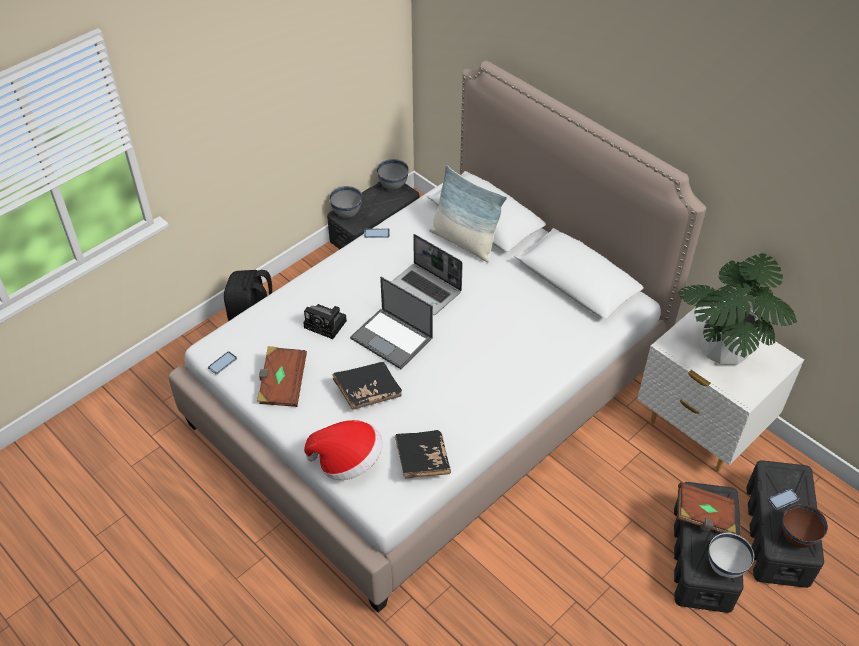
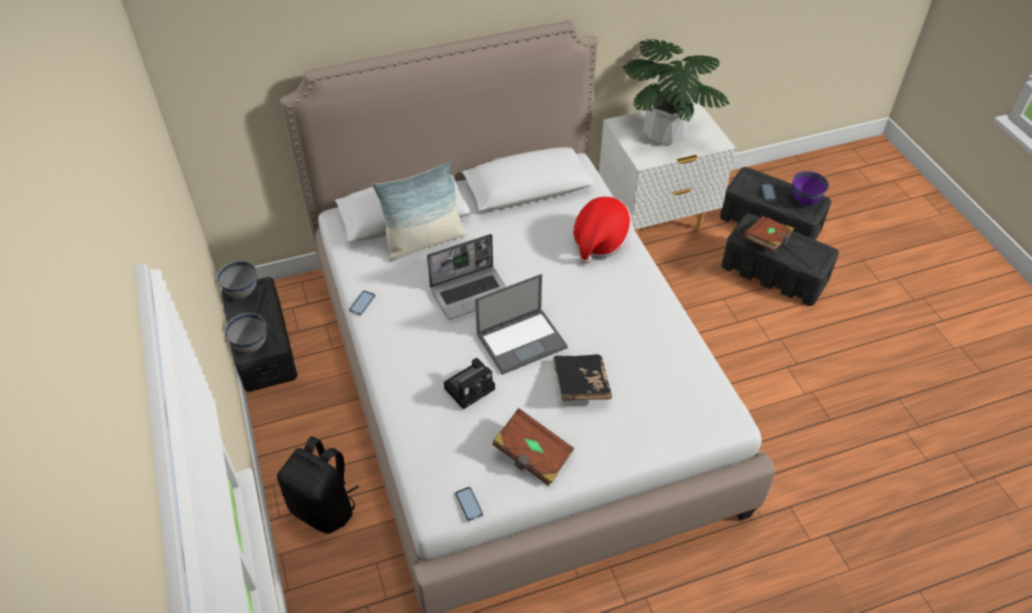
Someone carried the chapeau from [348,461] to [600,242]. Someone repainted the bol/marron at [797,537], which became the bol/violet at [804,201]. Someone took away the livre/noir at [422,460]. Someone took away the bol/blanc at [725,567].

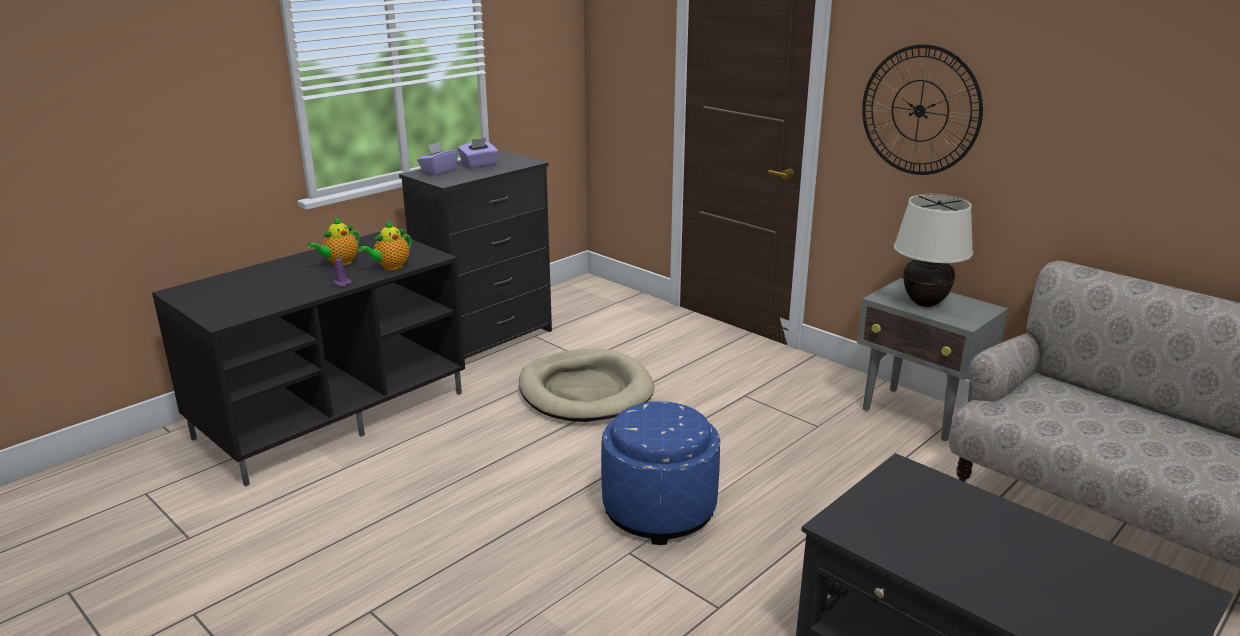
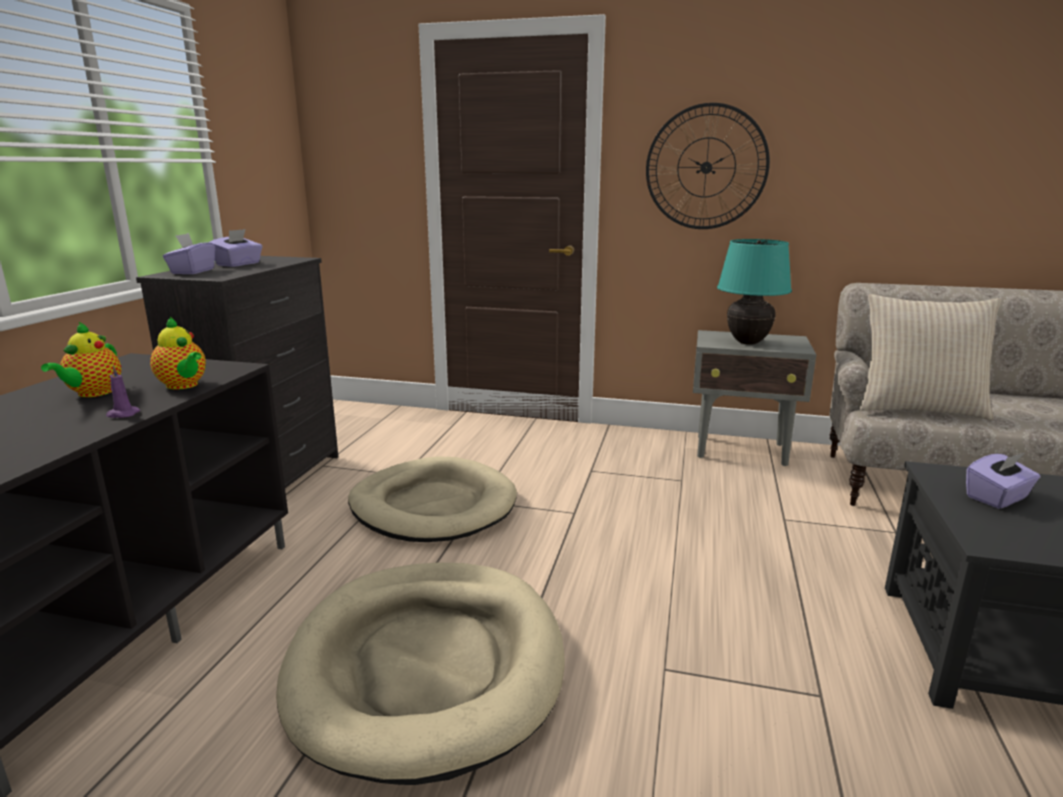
Someone rotated the théière at [390,267] by 60 degrees counterclockwise. Someone put down the panier pour chien/beige at [427,667]. Someone repainted the lampe de table/beige at [924,303], which became the lampe de table/turquoise at [748,342]. Someone put down the coussin/beige at [918,409]. Someone put down the boîte à mouchoirs/violet at [997,498]. Someone took away the pouf/bleu at [659,510].

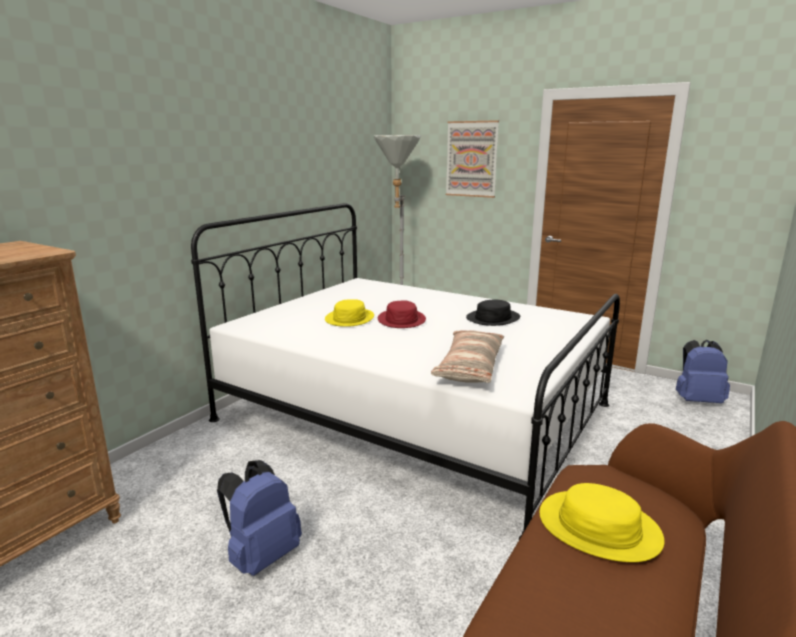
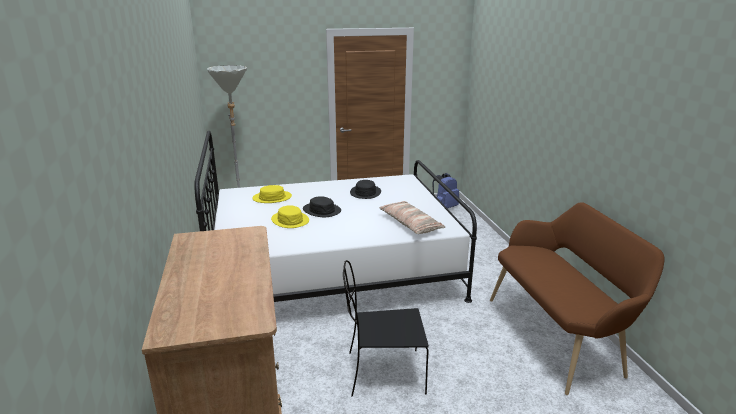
Someone carried the chapeau/jaune from [598,527] to [272,198]. Someone repainted the chapeau/rouge at [401,320], which became the chapeau/noir at [322,210]. Someone swapped the sac à dos/bleu at [261,556] for the chaise/noir at [383,373]. Someone took away the tableau at [471,159].

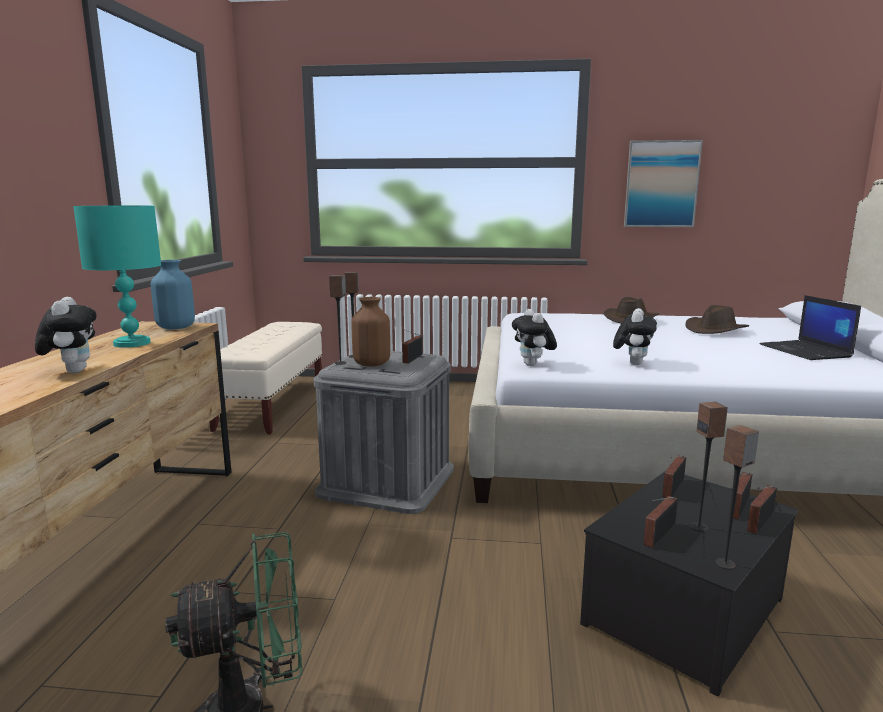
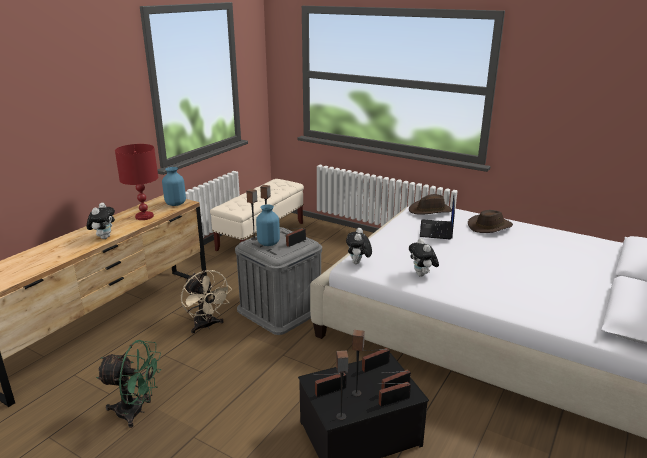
Someone repainted the lampe de table/turquoise at [133,343], which became the lampe de table/rouge at [145,216]. Someone put down the ventilateur/beige at [206,326]. Someone repainted the vase/marron at [371,364], which became the vase/bleu at [268,243]. Someone carried the chapeau/marron from [715,330] to [430,210]. Someone rotated the peluche at [632,363] by 120 degrees clockwise. Someone carried the ordinateur portable from [806,351] to [437,230]. Someone took away the tableau at [661,184].

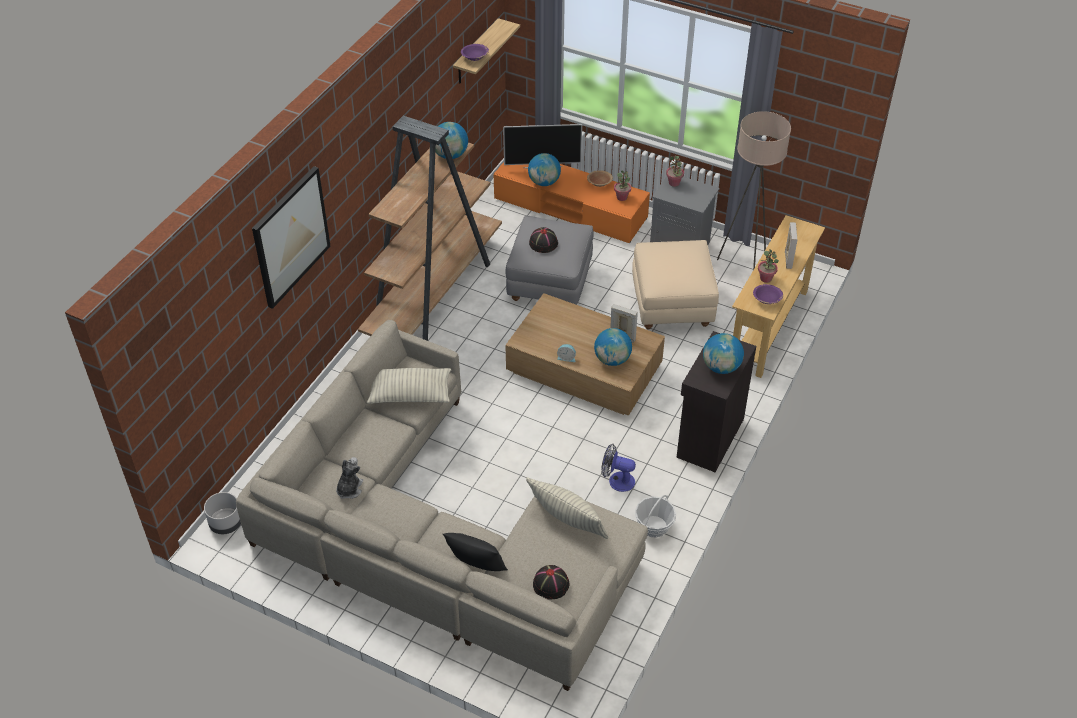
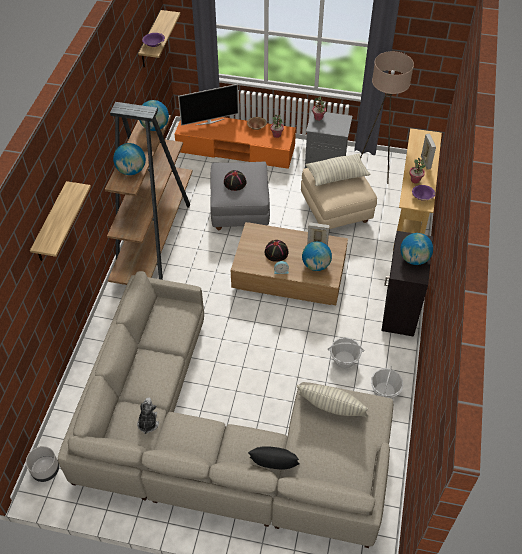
Someone swapped the tableau at [290,236] for the étagère at [51,224]. Someone carried the globe from [544,182] to [131,170]. Someone carried the chapeau/noir from [551,584] to [276,252]. Someone carried the coussin from [410,394] to [337,176]. Someone swapped the ventilateur at [617,480] for the panier at [344,359].

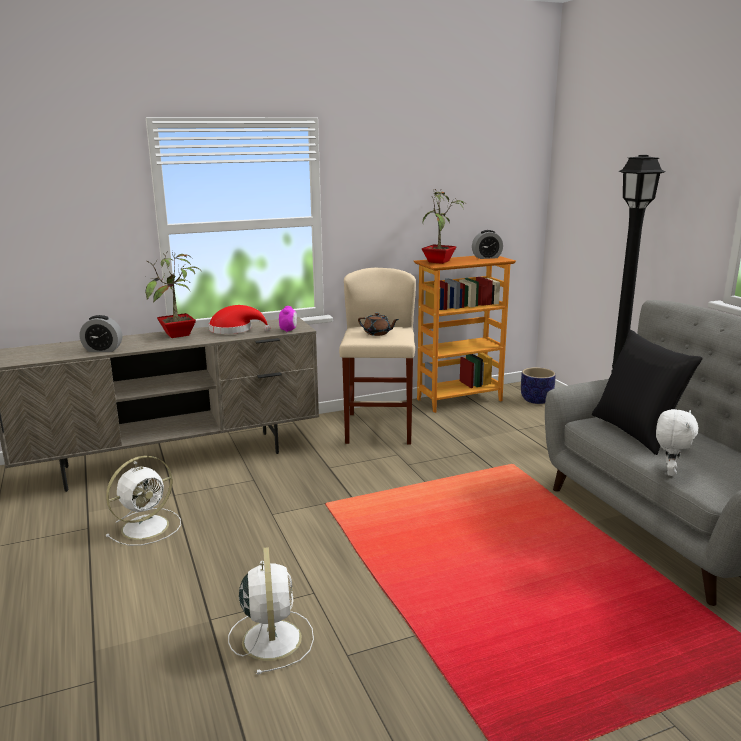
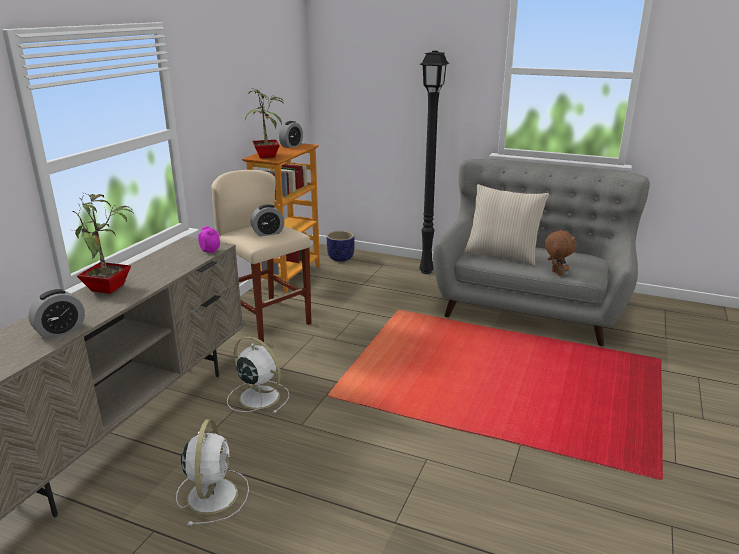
Someone carried the ventilateur/blanc from [271,638] to [258,396]. Someone swapped the théière/marron at [377,333] for the réveil at [268,233]. Someone repainted the coussin/noir at [636,432], which became the coussin/beige at [502,255]. Someone repainted the peluche/blanc at [669,471], which became the peluche/marron at [556,273]. Someone took away the chapeau/rouge at [234,330].

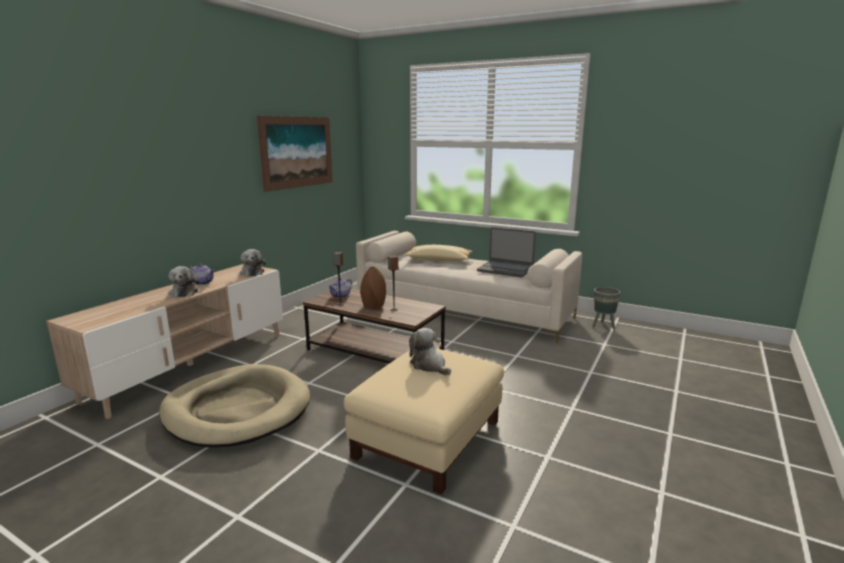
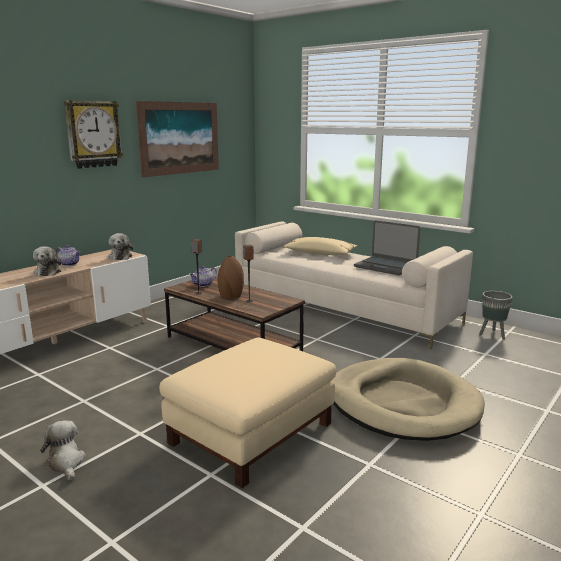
Someone carried the peluche from [429,365] to [66,463]. Someone put up the horloge murale at [93,134]. Someone carried the panier pour chien/beige from [237,410] to [402,404].

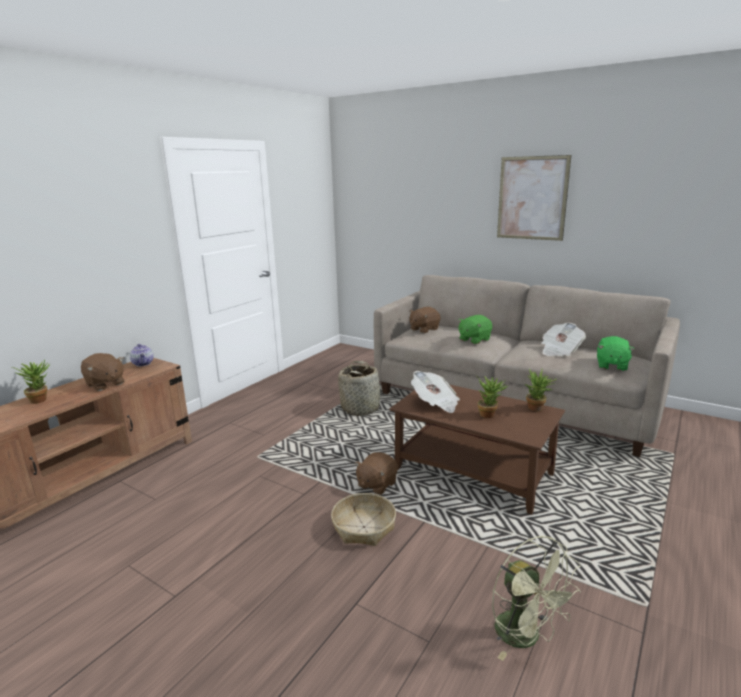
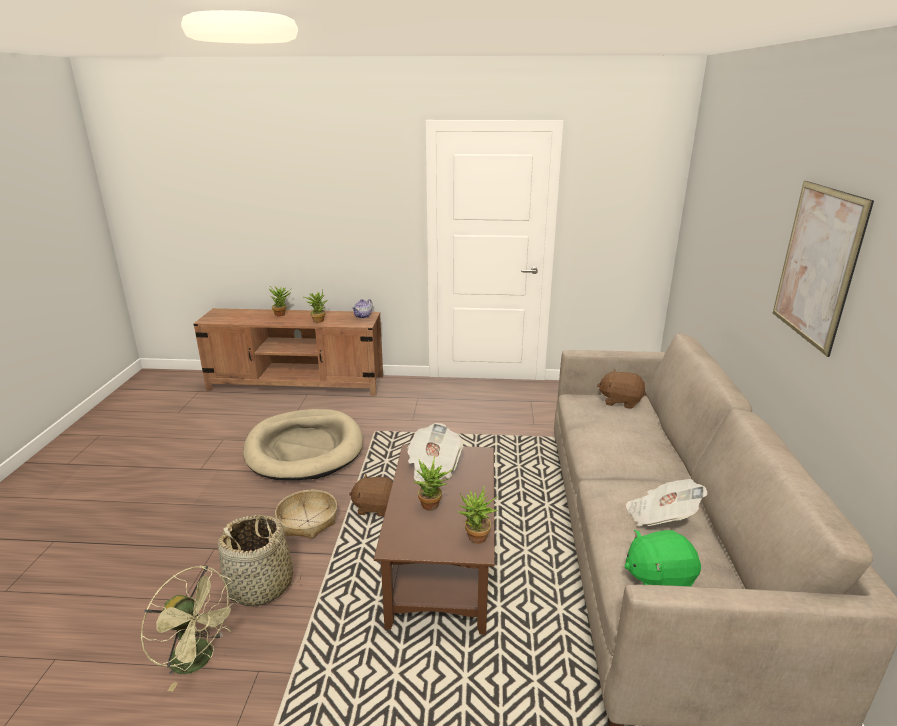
Someone rotated the ventilateur/vert at [526,637] by 90 degrees counterclockwise. Someone carried the panier from [360,408] to [261,586]. Someone put down the panier pour chien/beige at [304,448]. Someone swapped the peluche/marron at [105,384] for the plante en pot at [317,320]. Someone took away the peluche/vert at [474,340].

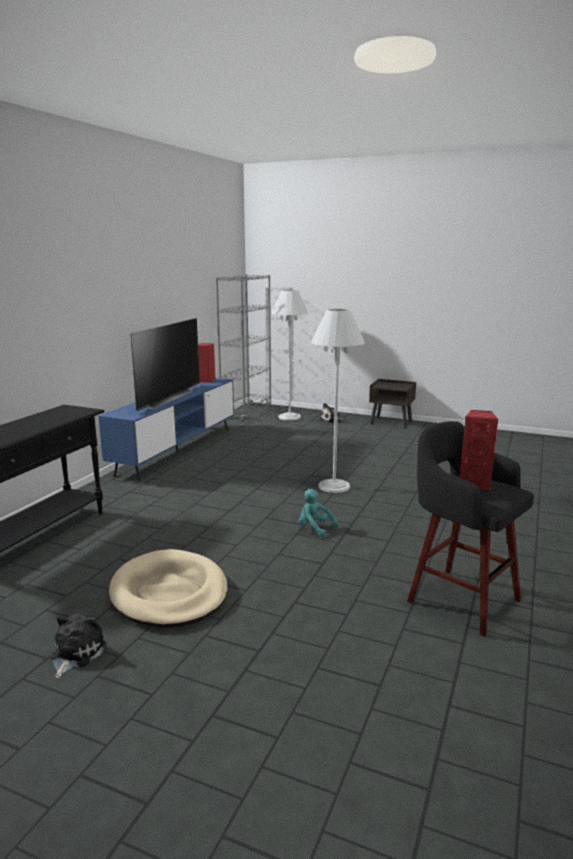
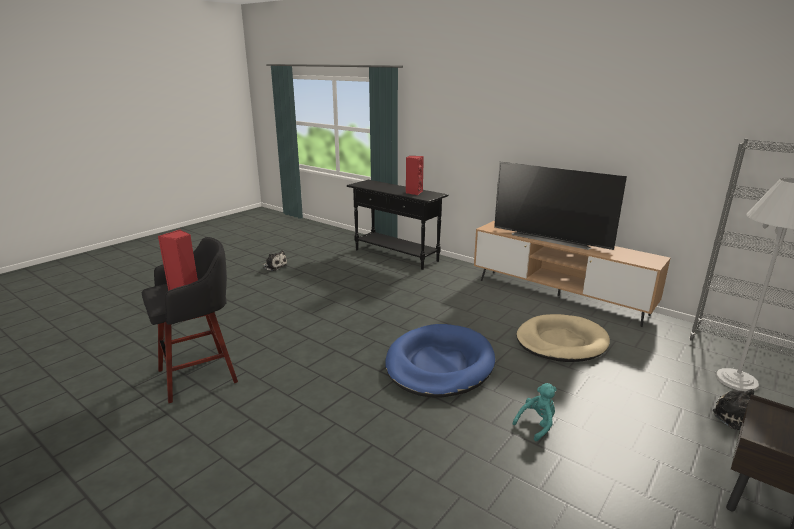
Someone swapped the lampadaire/blanc at [334,486] for the panier pour chien/bleu at [439,364]. Someone carried the enceinte/rouge from [206,381] to [414,192]. Someone repainted the meuble télé/bleu at [177,451], which became the meuble télé/marron at [558,296]. Someone carried the peluche/turquoise from [314,528] to [537,424]. Someone carried the panier pour chien/beige from [169,593] to [561,342].

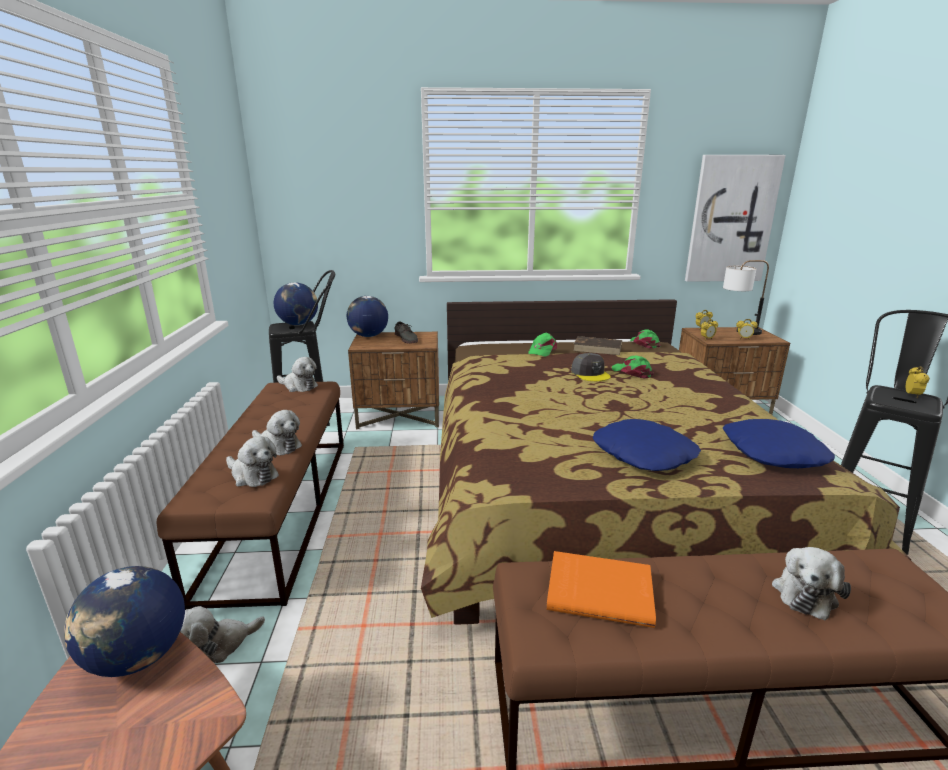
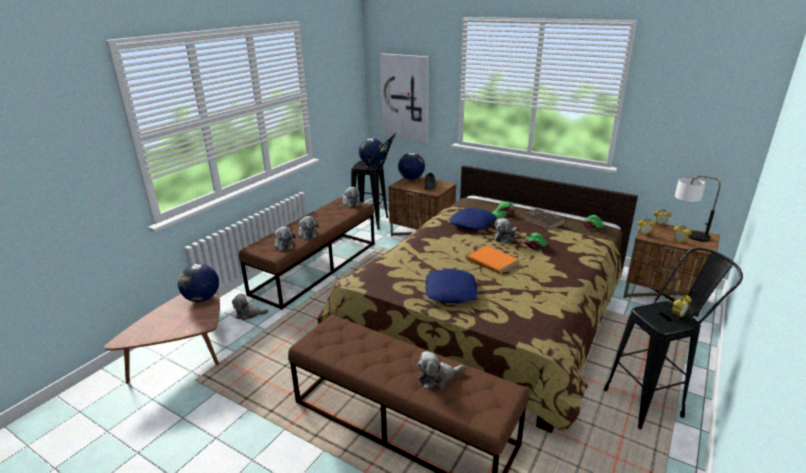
Someone carried the tableau from [731,220] to [405,97]. Someone carried the coussin/bleu from [772,452] to [471,223]. Someone carried the livre/orange from [599,590] to [493,261]. Someone swapped the casquette/gris at [590,373] for the peluche at [505,237].

